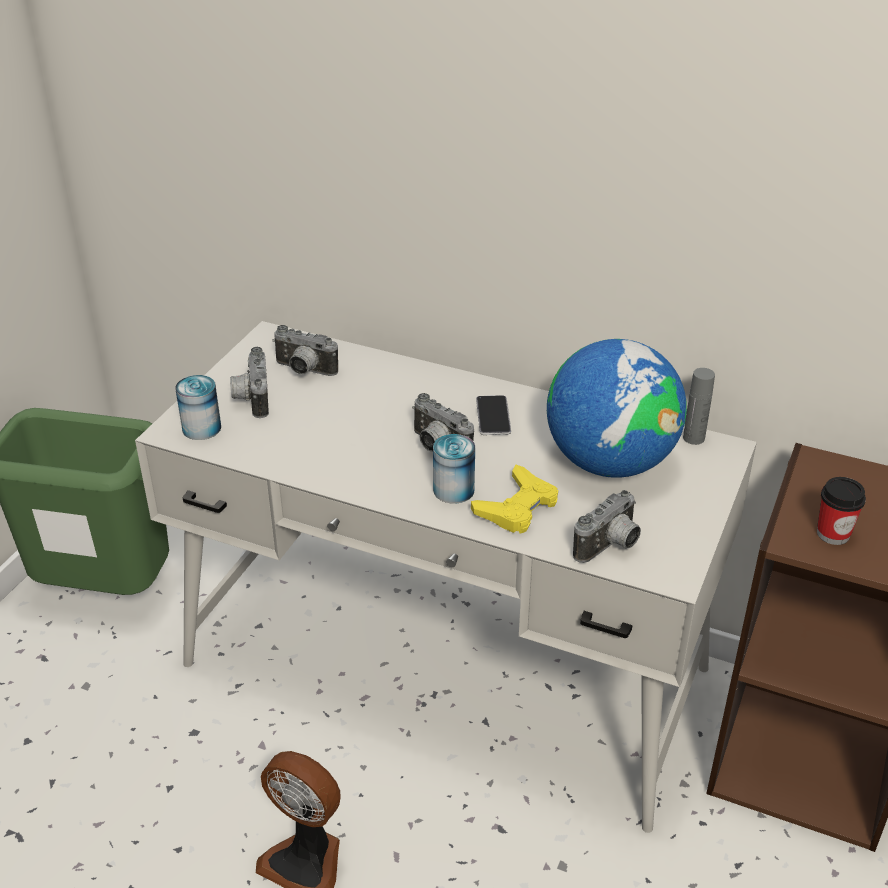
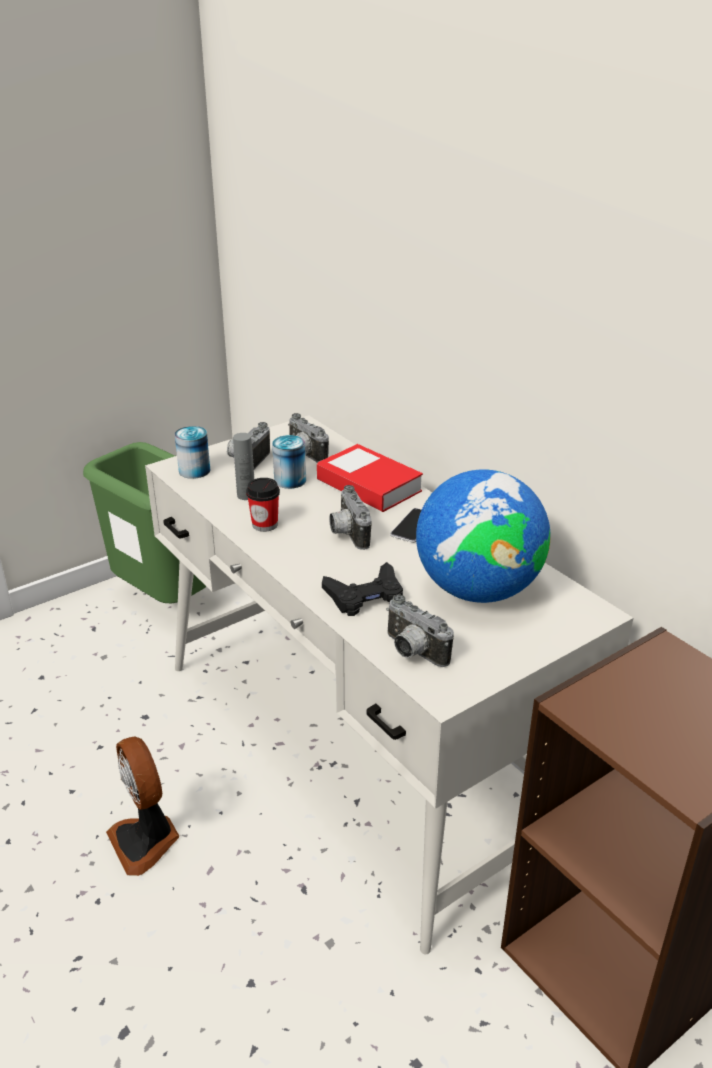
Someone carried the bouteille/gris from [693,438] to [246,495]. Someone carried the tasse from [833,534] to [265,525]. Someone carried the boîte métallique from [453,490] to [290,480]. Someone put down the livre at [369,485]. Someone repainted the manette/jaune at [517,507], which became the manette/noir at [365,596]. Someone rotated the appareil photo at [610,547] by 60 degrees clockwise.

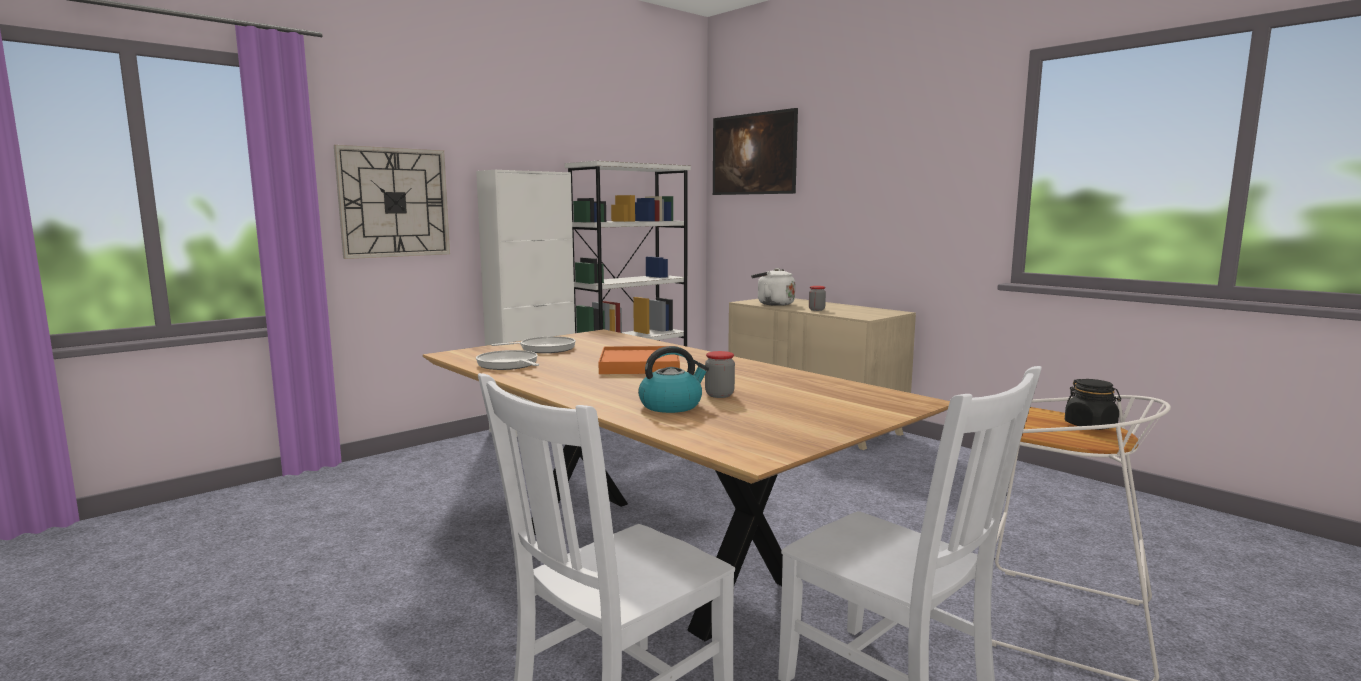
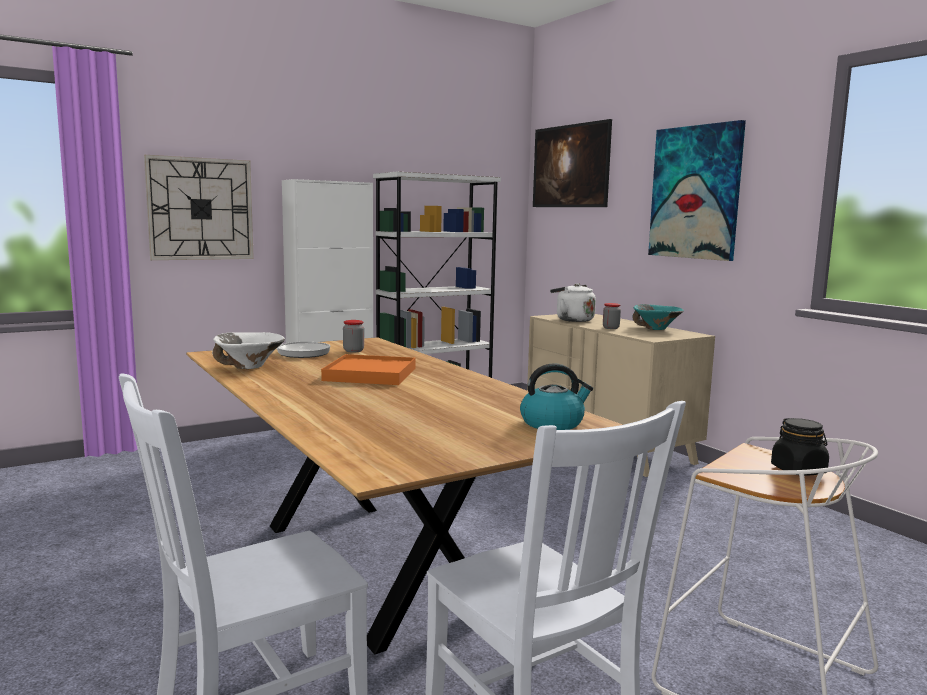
Someone swapped the poêle at [509,365] for the bol/blanc at [250,367]. Someone carried the bocal from [719,395] to [353,351]. Someone carried the bouilloire from [671,405] to [553,423]. Someone put down the bol/turquoise at [656,329]. Someone put up the tableau at [695,192].

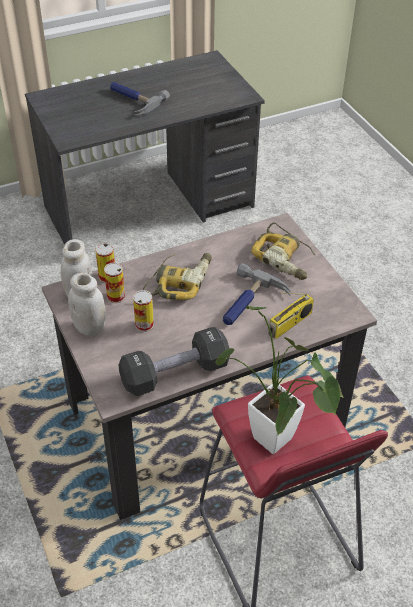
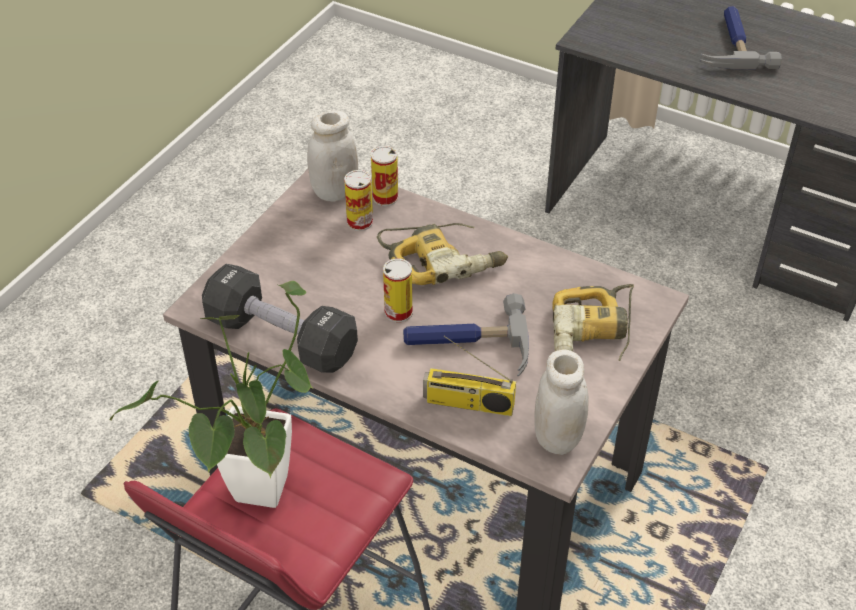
Someone carried the boîte métallique from [144,325] to [398,312]. Someone carried the bocal/blanc from [89,327] to [557,438].

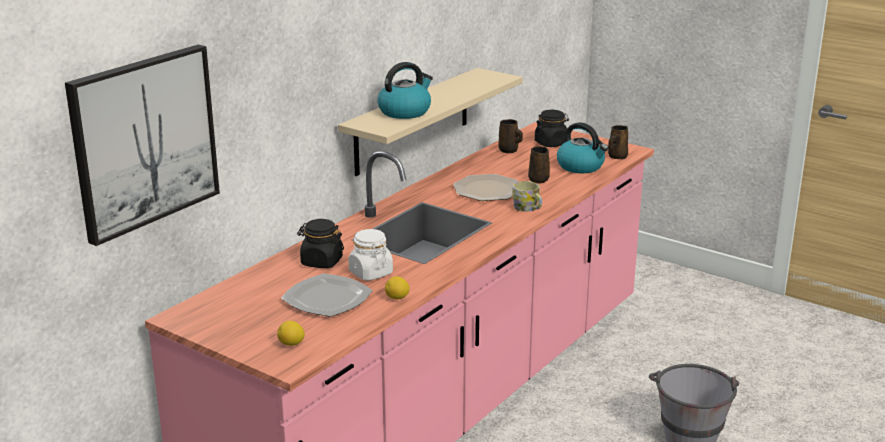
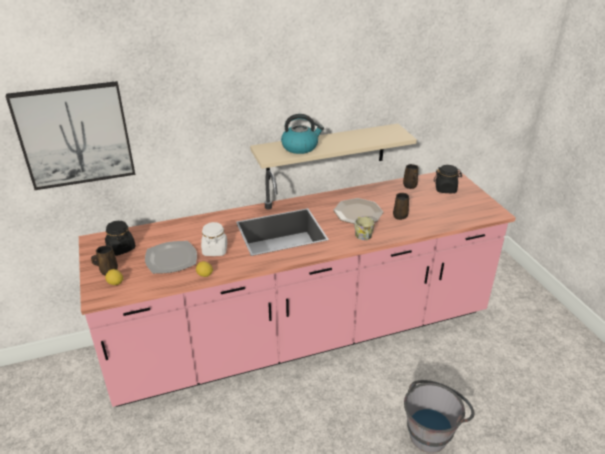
Someone carried the mug/marron from [617,157] to [108,271]. Someone carried the bocal/noir from [321,262] to [121,248]. Someone took away the bouilloire at [581,166].

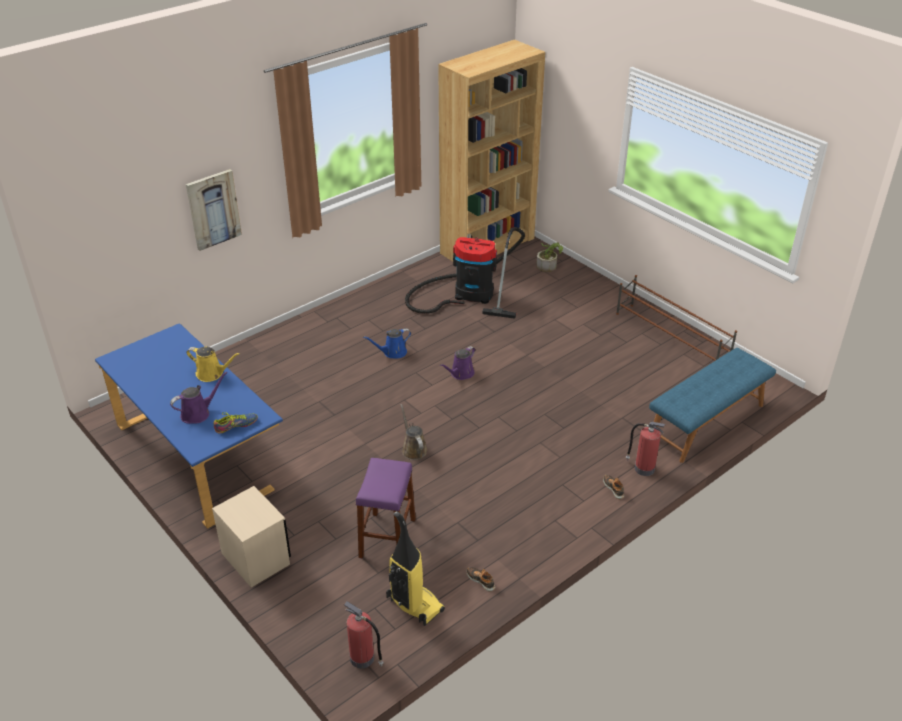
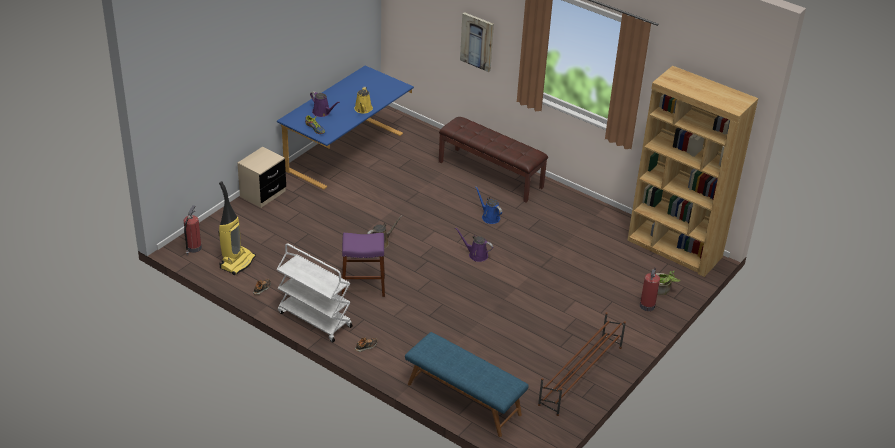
Someone put down the chariot/blanc at [314,319]. Someone carried the tabouret/violet from [387,538] to [363,286]. Someone put down the banc/marron at [491,174]. Someone carried the extincteur from [643,468] to [647,305]. Someone took away the aspirateur at [469,294].

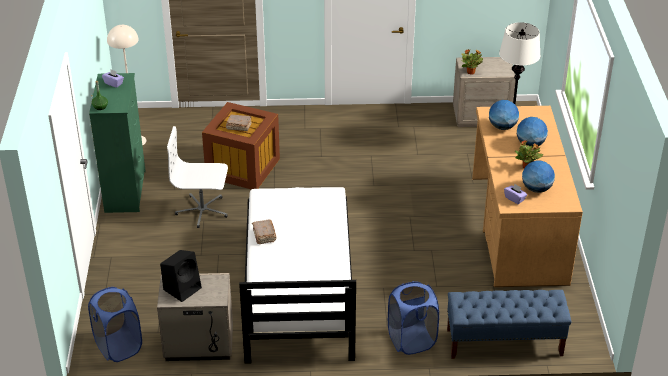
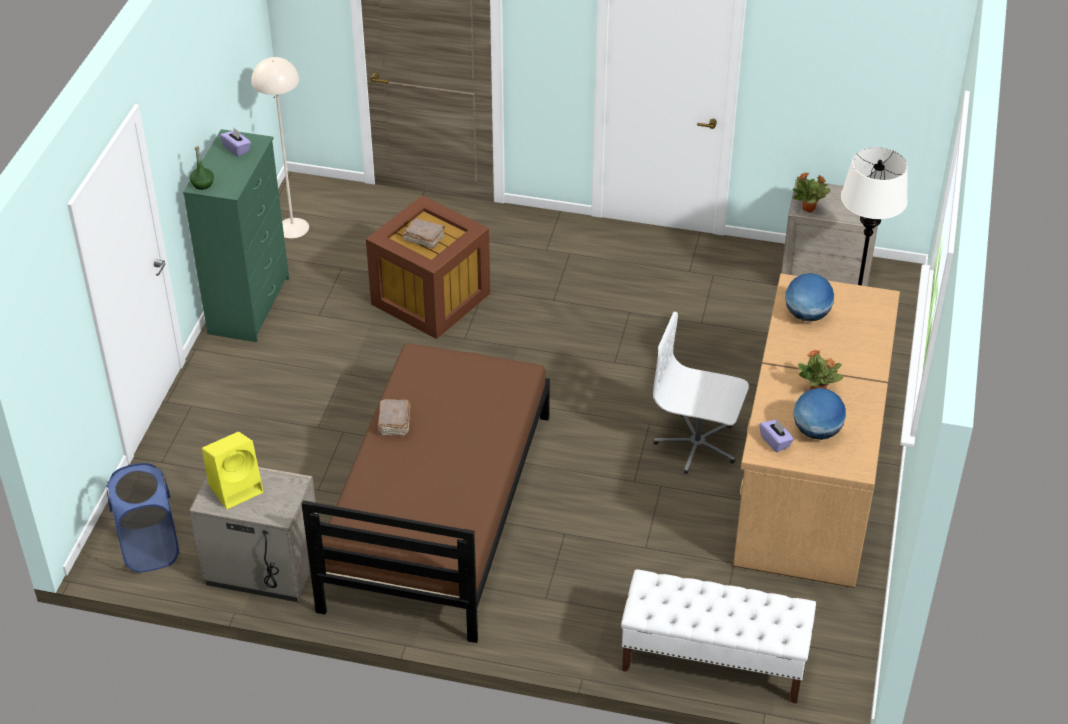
Someone repainted the enceinte/noir at [183,288], which became the enceinte/jaune at [237,487]. Someone repainted the lit/blanc at [298,289], which became the lit/marron at [437,510]. Someone repainted the banc/bleu at [504,342], which became the banc/blanc at [713,661]. Someone carried the chaise de bureau/blanc from [202,211] to [697,445]. Someone took away the panier à linge/bleu at [411,340]. Someone took away the globe at [530,144].

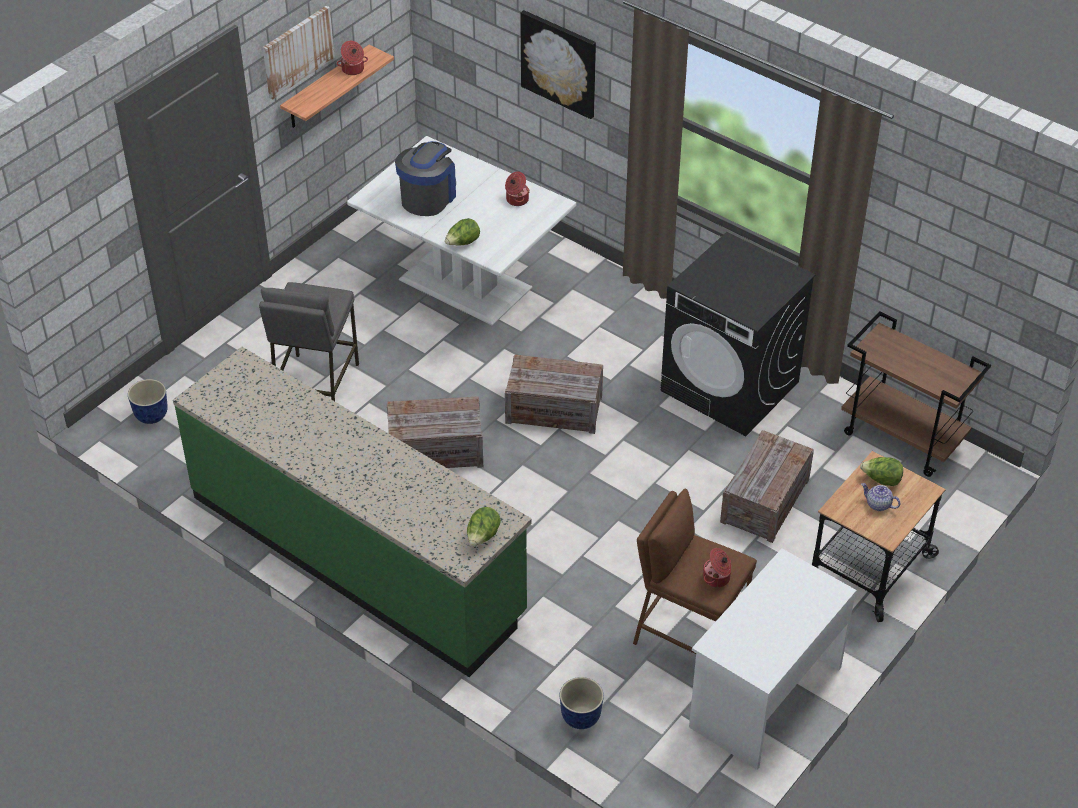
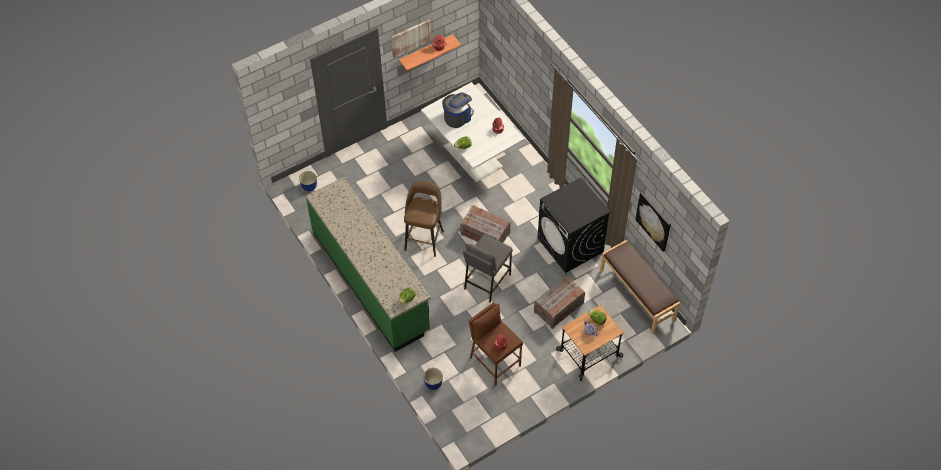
Someone swapped the caisse at [436,449] for the tabouret/marron at [425,239]. Someone carried the tabouret/gris from [316,386] to [486,282]. Someone swapped the chariot/marron at [903,438] for the banc/marron at [637,294]. Someone carried the tableau from [559,63] to [654,221]. Someone took away the bureau/blanc at [764,696].

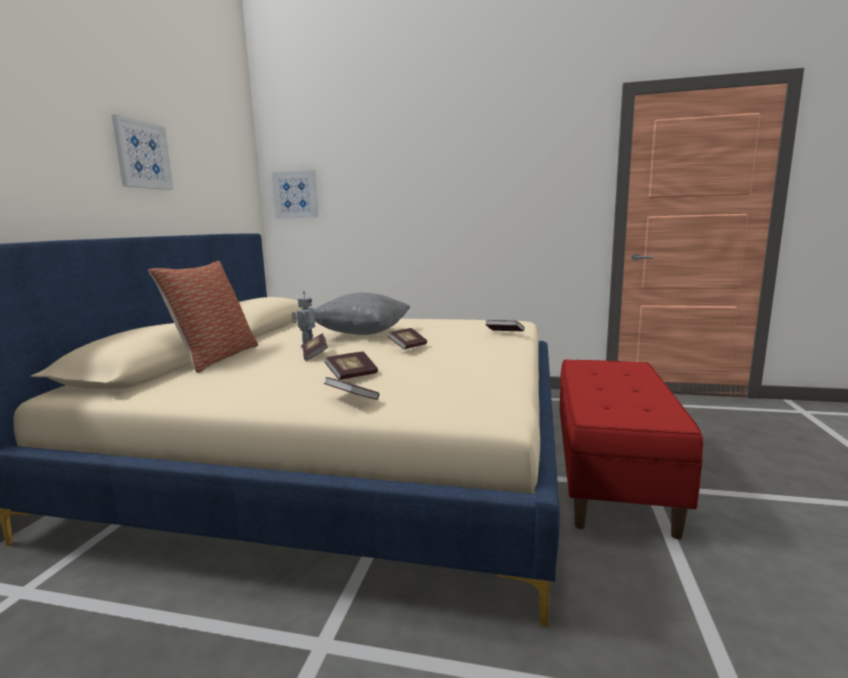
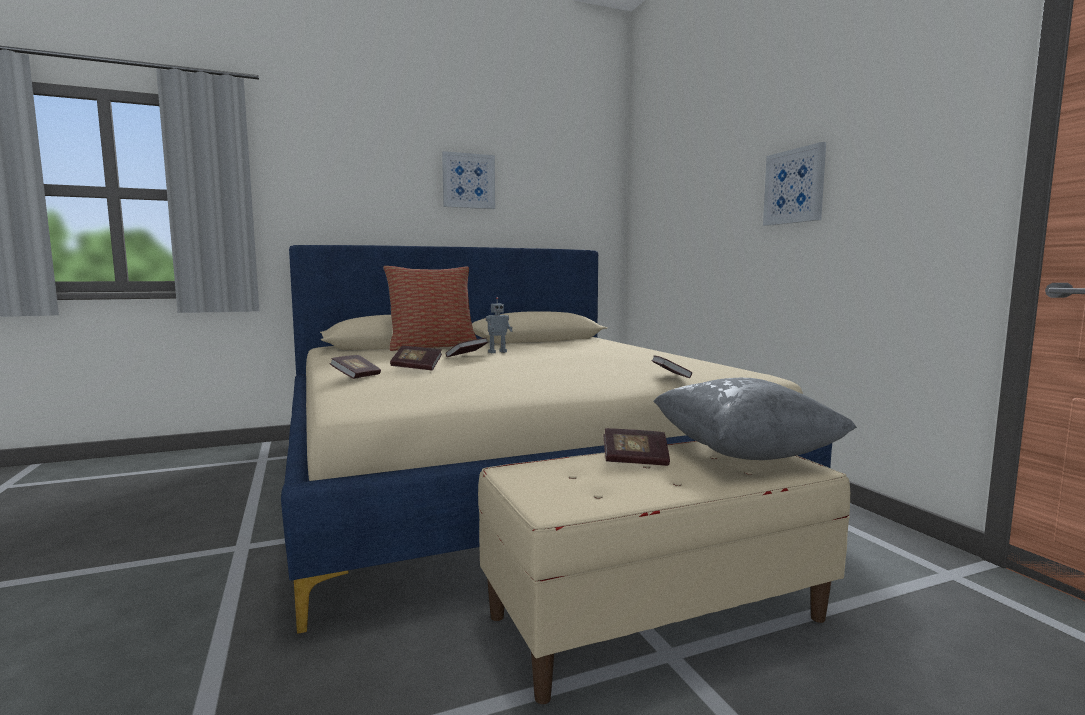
Someone repainted the banc/rouge at [610,476], which became the banc/beige at [657,617]. Someone carried the livre from [408,346] to [635,460]. Someone carried the coussin/gris from [362,334] to [743,454]. Someone carried the tableau from [295,194] to [794,186].

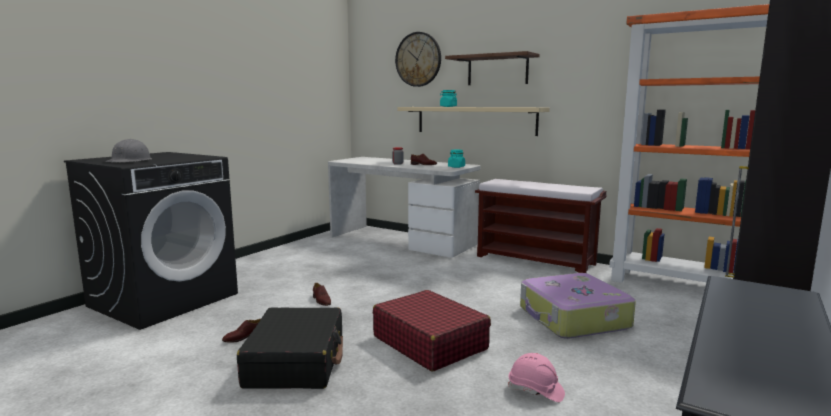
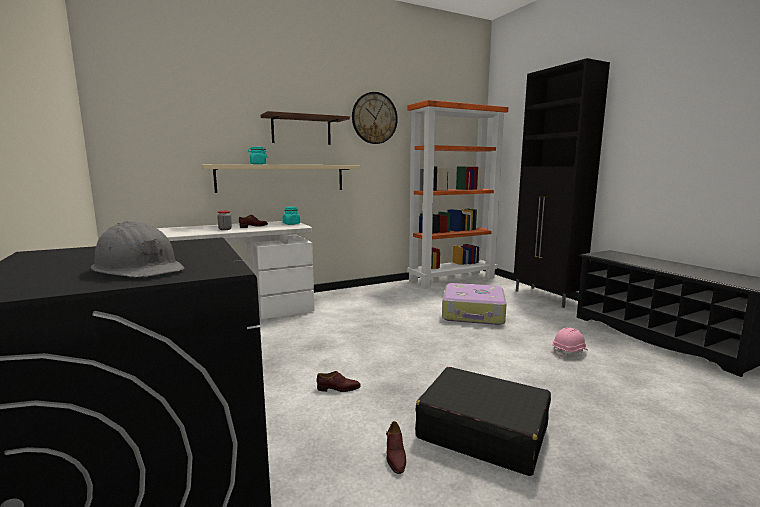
Someone carried the horloge murale from [418,59] to [374,118]. Someone took away the valise/rouge at [429,342]. Someone took away the banc/marron at [536,260].

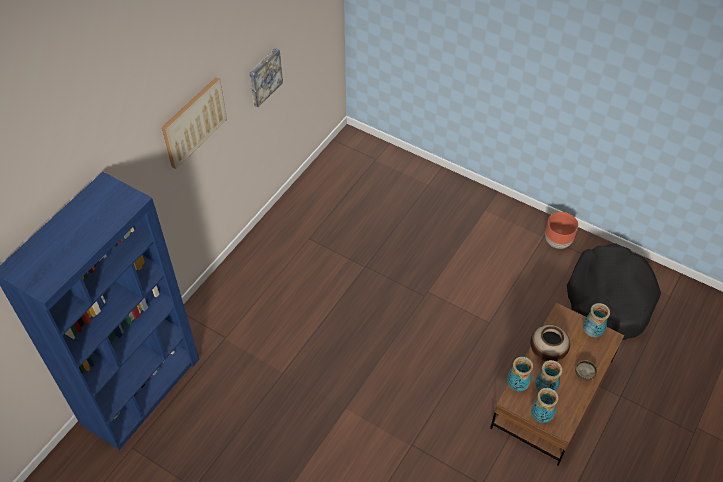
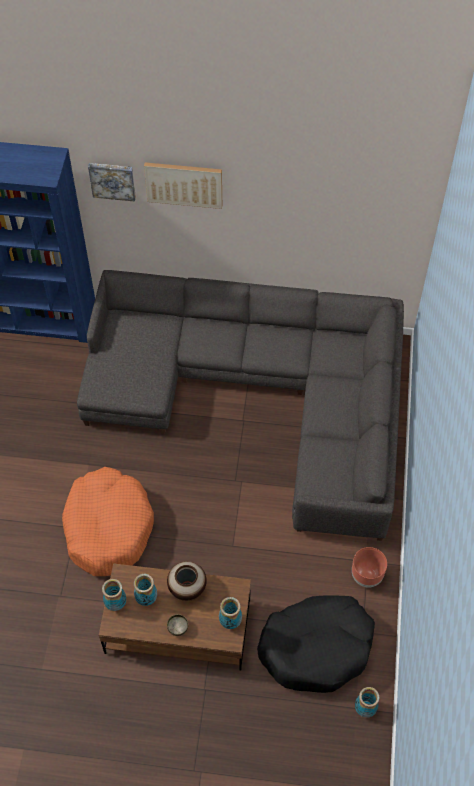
Someone put down the panier pour chien/orange at [108,527]. Someone put down the canapé/gris at [260,394]. Someone carried the tableau from [264,76] to [112,180]. Someone carried the vase from [516,385] to [365,708].

